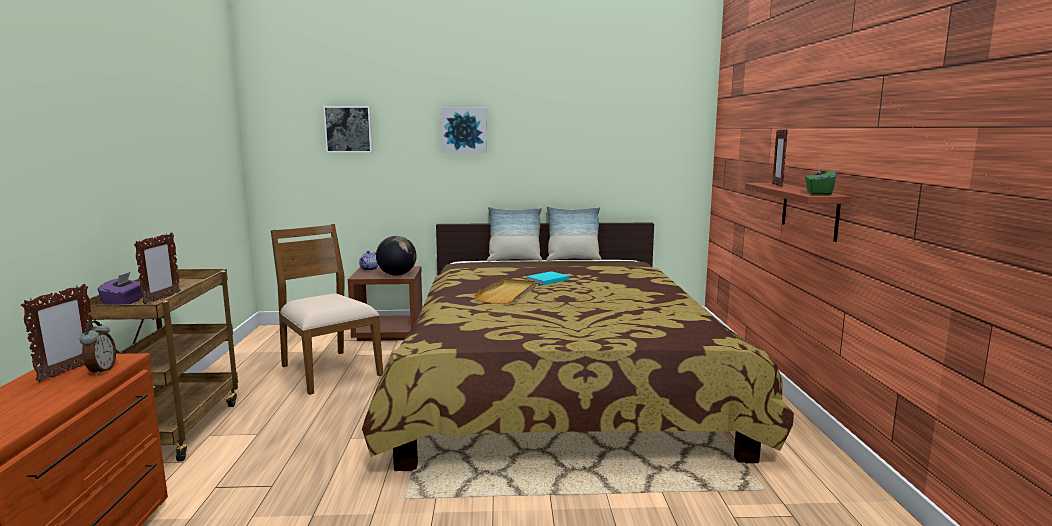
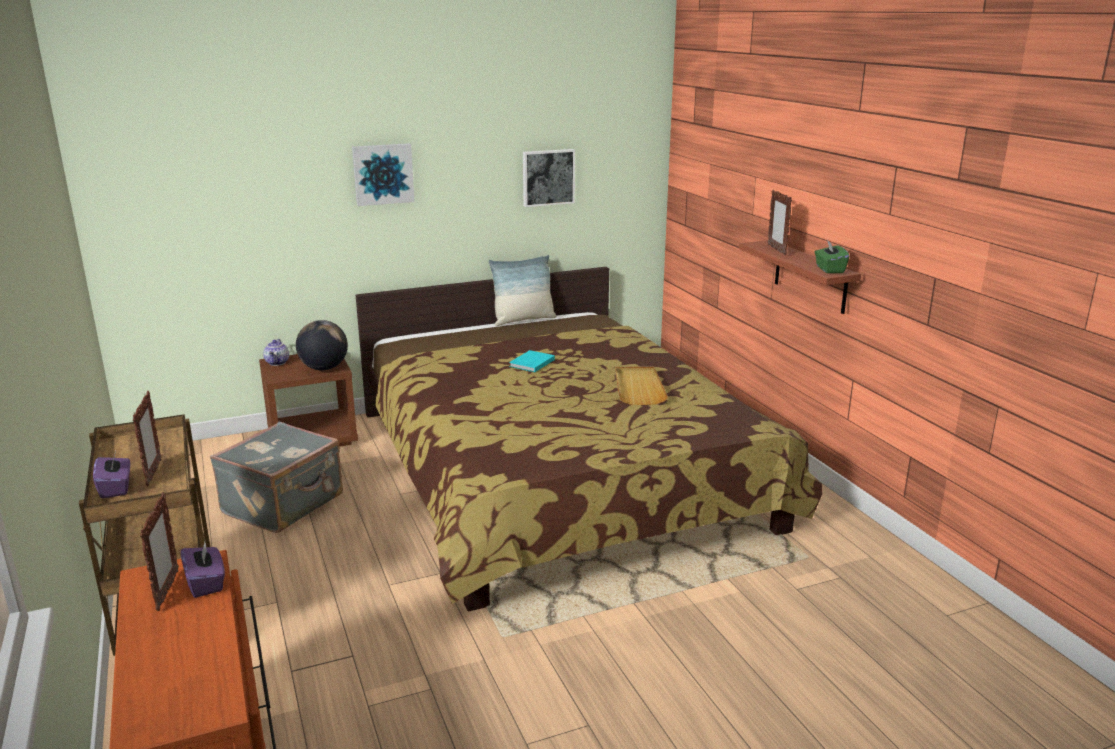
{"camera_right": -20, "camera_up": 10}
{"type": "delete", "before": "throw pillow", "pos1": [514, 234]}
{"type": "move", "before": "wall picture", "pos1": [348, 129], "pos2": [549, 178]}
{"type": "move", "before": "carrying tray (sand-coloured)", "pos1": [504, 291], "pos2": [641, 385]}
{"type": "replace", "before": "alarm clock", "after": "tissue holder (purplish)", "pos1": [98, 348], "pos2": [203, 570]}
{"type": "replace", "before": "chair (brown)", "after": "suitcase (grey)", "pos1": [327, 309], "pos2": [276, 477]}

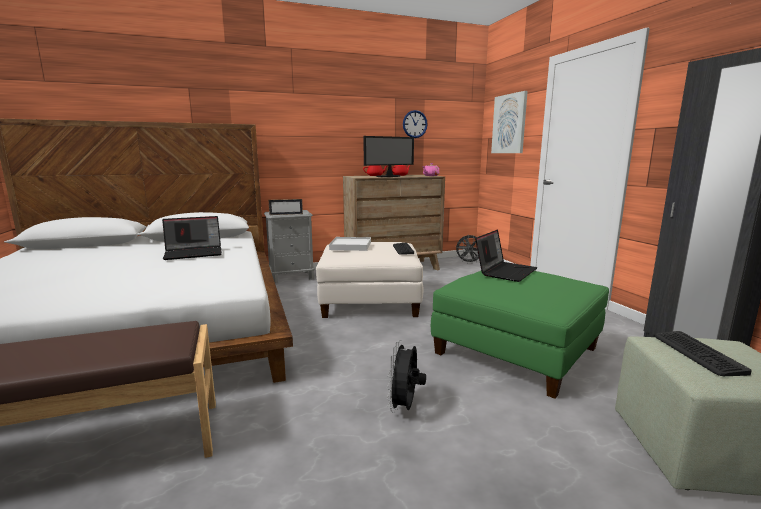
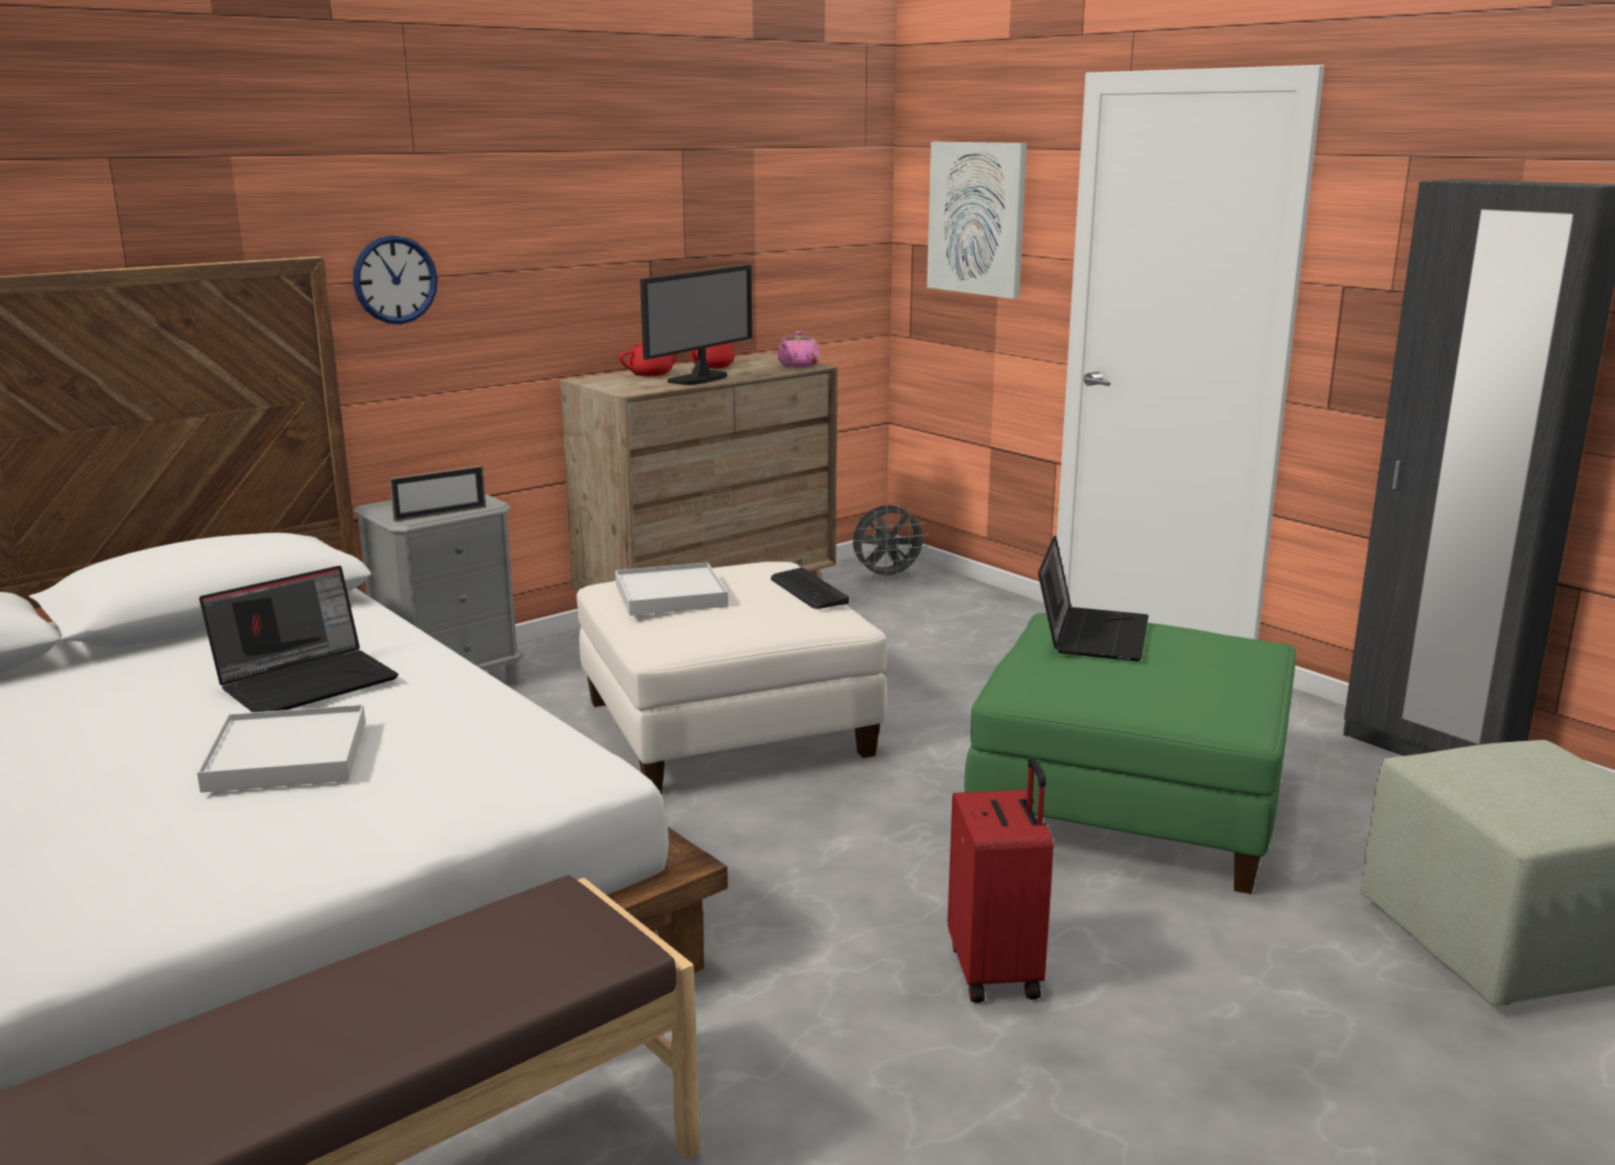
{"camera_right": -20, "camera_up": 5}
{"type": "delete", "before": "computer keyboard", "pos1": [703, 353]}
{"type": "insert", "after": "carrying tray (whitish)", "pos2": [281, 749]}
{"type": "move", "before": "wall clock", "pos1": [415, 124], "pos2": [395, 279]}
{"type": "replace", "before": "fan (black)", "after": "suitcase (reddish)", "pos1": [406, 376], "pos2": [1001, 880]}

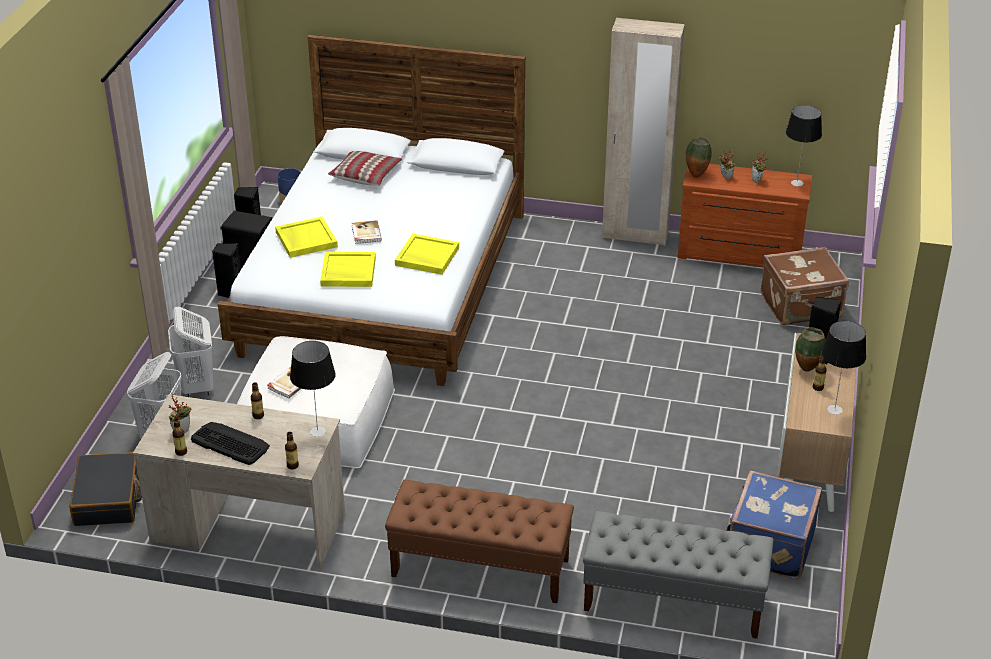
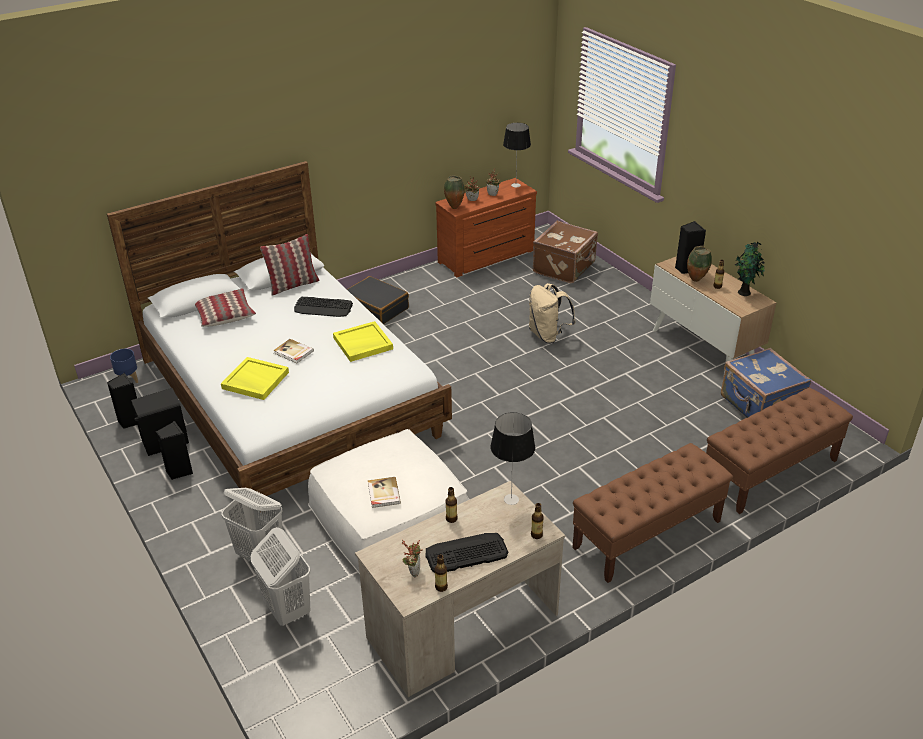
{"camera_right": -45, "camera_up": 0}
{"type": "delete", "before": "carrying tray (yellowish)", "pos1": [348, 269]}
{"type": "delete", "before": "armoire (sand-coloured)", "pos1": [643, 132]}
{"type": "insert", "after": "throw pillow", "pos2": [289, 264]}
{"type": "insert", "after": "computer keyboard", "pos2": [323, 307]}
{"type": "insert", "after": "knapsack (sand-coloured)", "pos2": [552, 313]}
{"type": "move", "before": "suitcase (black)", "pos1": [105, 489], "pos2": [378, 300]}
{"type": "replace", "before": "tabletop lamp", "after": "potted plant", "pos1": [844, 367], "pos2": [750, 269]}
{"type": "recolor", "before": "long seat (grey)", "after": "long seat (brown)", "pos1": [678, 575], "pos2": [779, 451]}

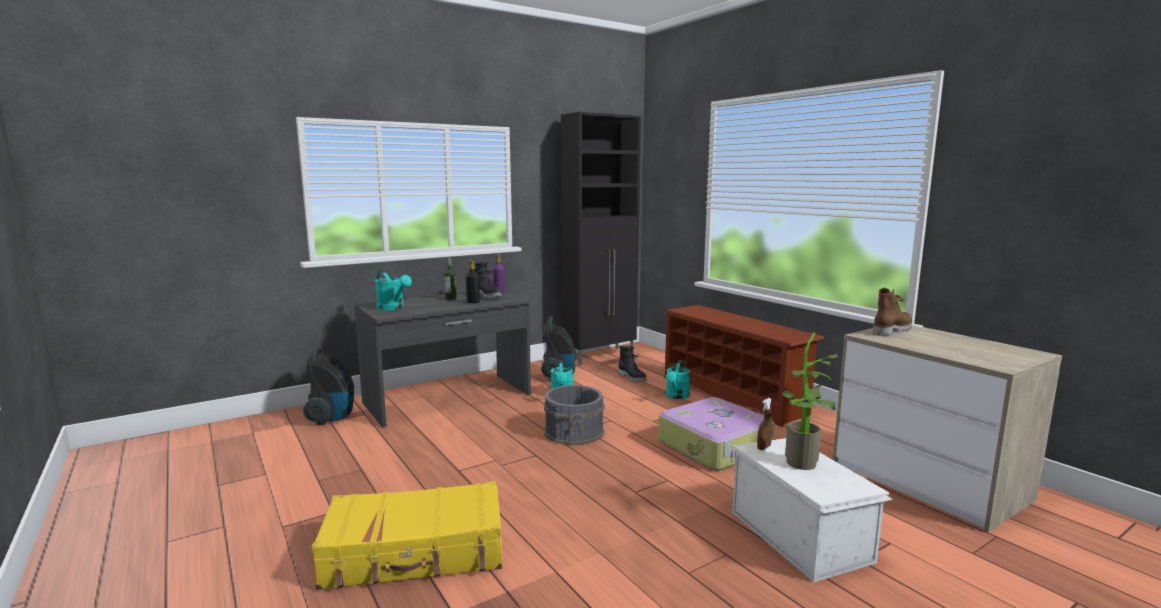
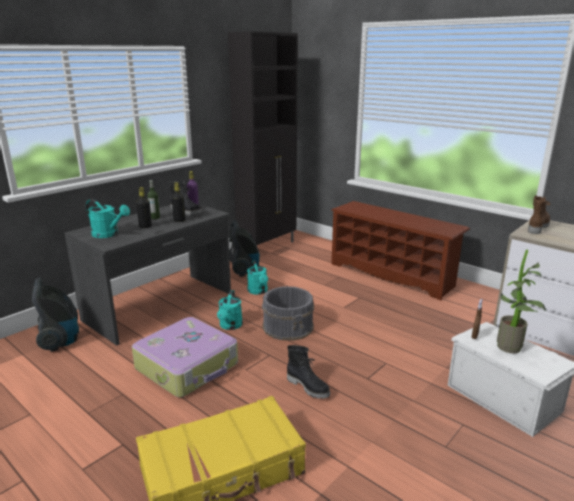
{"camera_right": -15, "camera_up": 10}
{"type": "insert", "after": "bottle (black)", "pos2": [144, 207]}
{"type": "move", "before": "high-top boot (black)", "pos1": [632, 364], "pos2": [308, 372]}
{"type": "move", "before": "suitcase", "pos1": [716, 433], "pos2": [185, 357]}
{"type": "move", "before": "sprinkling can (turquoise-coloured)", "pos1": [678, 379], "pos2": [230, 310]}

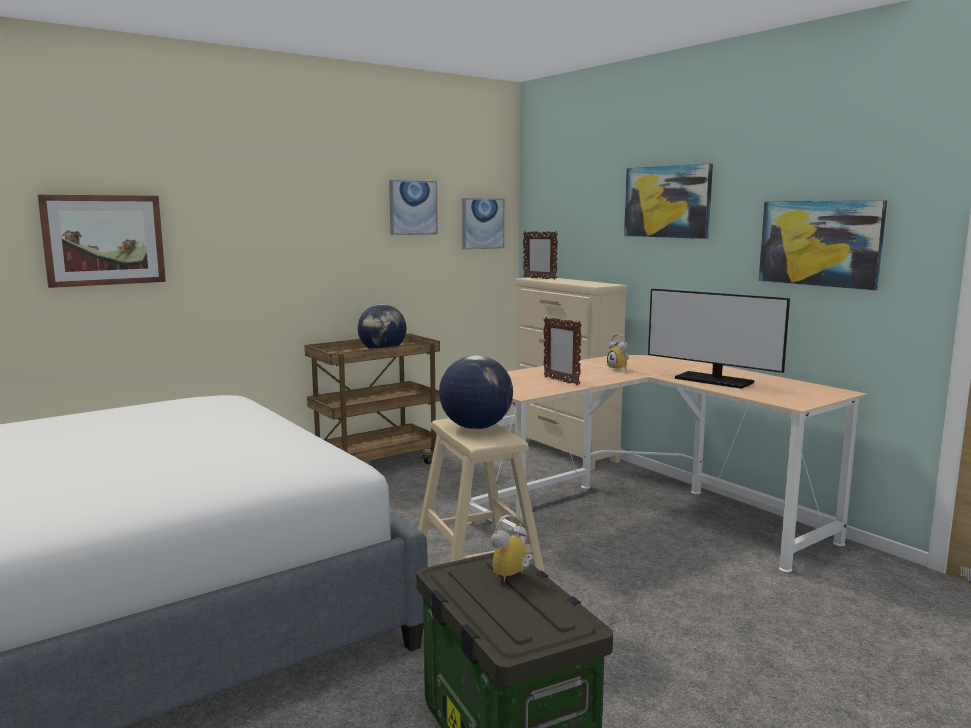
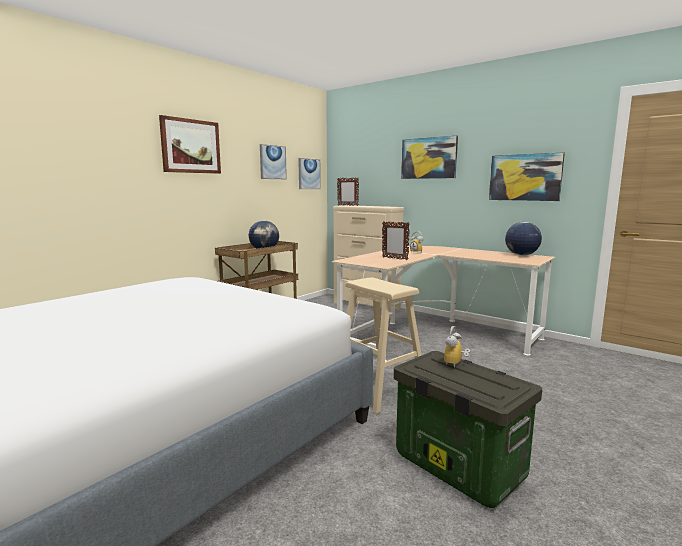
{"camera_right": -15, "camera_up": 0}
{"type": "delete", "before": "computer display", "pos1": [719, 339]}
{"type": "move", "before": "wall picture", "pos1": [102, 241], "pos2": [190, 144]}
{"type": "move", "before": "desk globe", "pos1": [476, 392], "pos2": [523, 239]}

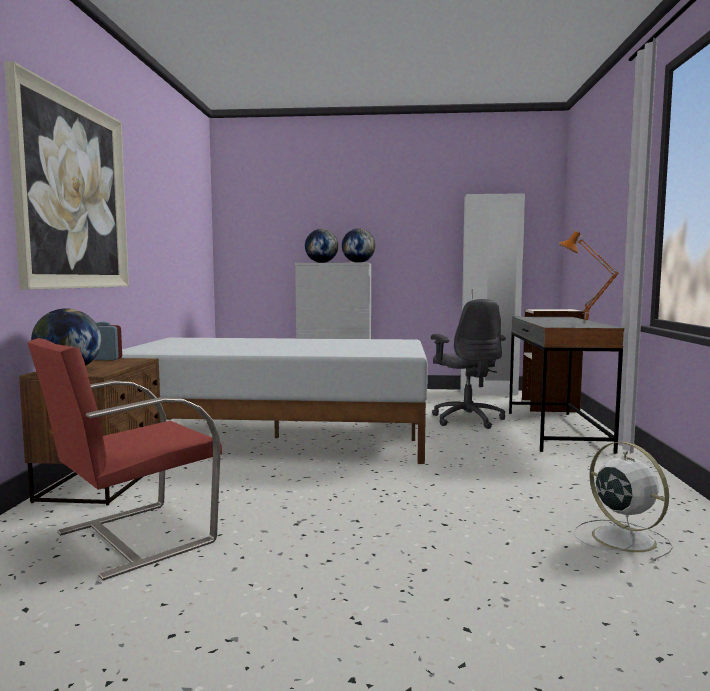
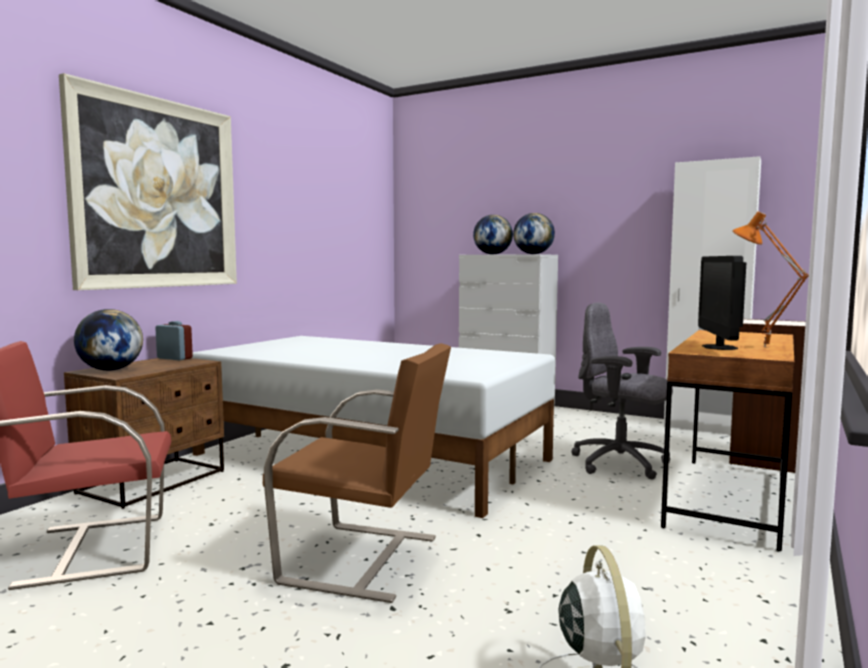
{"camera_right": 25, "camera_up": 0}
{"type": "insert", "after": "chair (brown)", "pos2": [357, 473]}
{"type": "insert", "after": "computer display", "pos2": [722, 303]}
{"type": "recolor", "before": "desk table (grey)", "after": "desk table (brown)", "pos1": [566, 385], "pos2": [727, 440]}
{"type": "rotate", "before": "computer chair (grey)", "pos1": [468, 364], "pos2": [622, 391], "turn": 120}

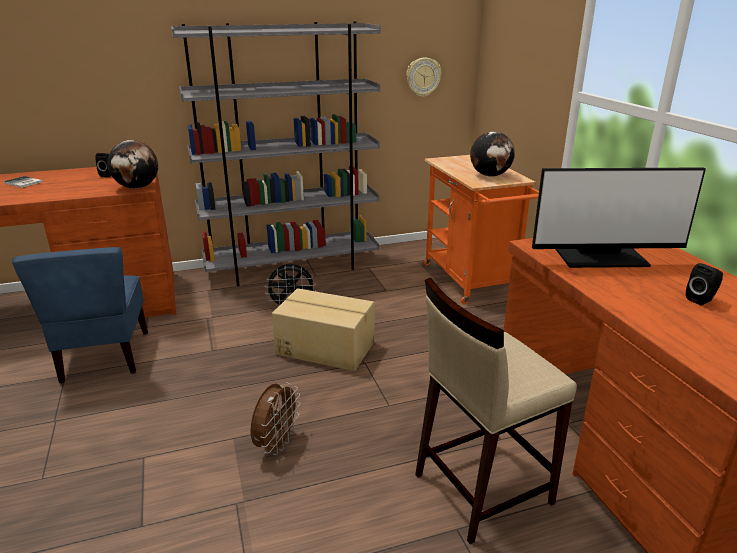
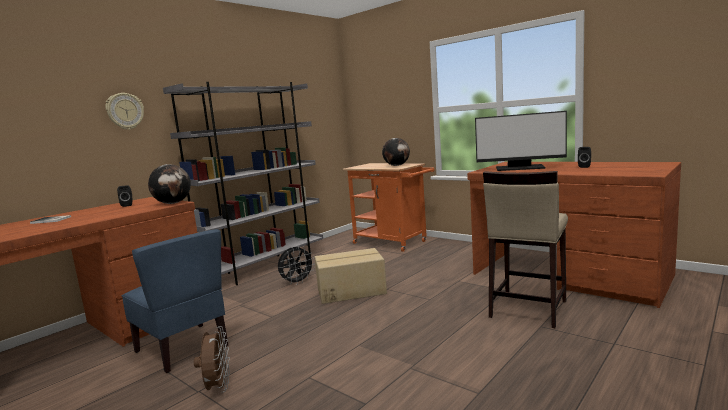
{"camera_right": -30, "camera_up": -15}
{"type": "move", "before": "fan (brown)", "pos1": [275, 418], "pos2": [212, 359]}
{"type": "move", "before": "wall clock", "pos1": [423, 77], "pos2": [124, 111]}
{"type": "rotate", "before": "computer display", "pos1": [619, 217], "pos2": [521, 141], "turn": 45}

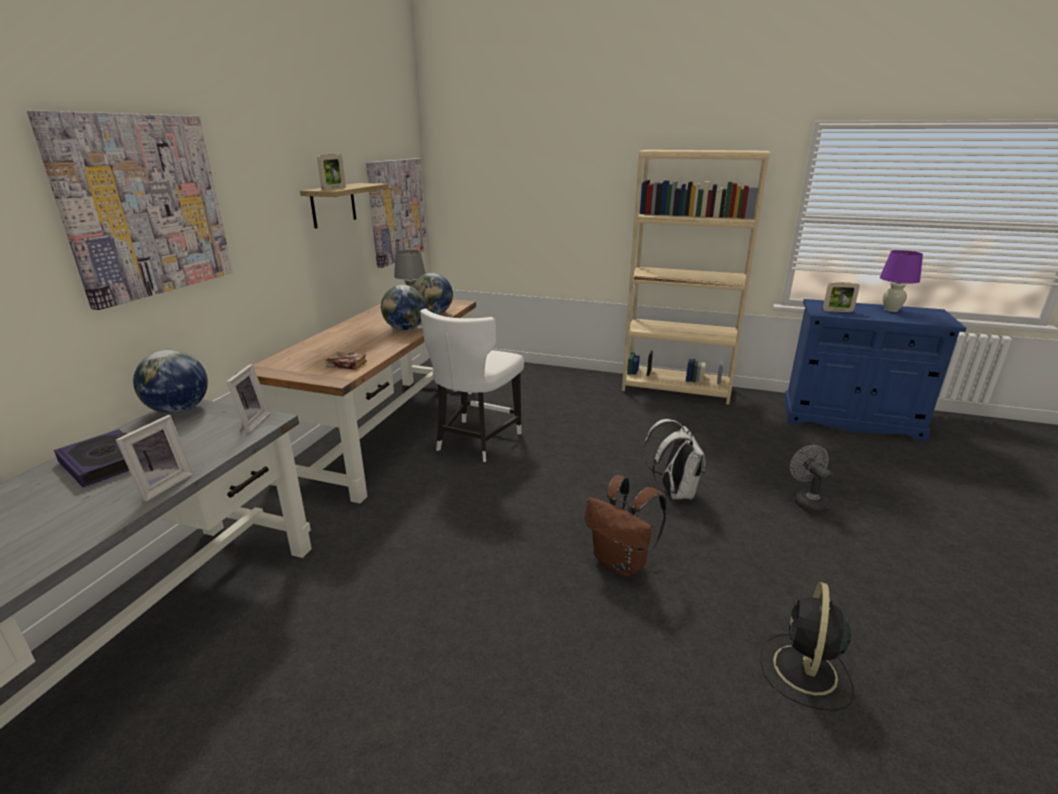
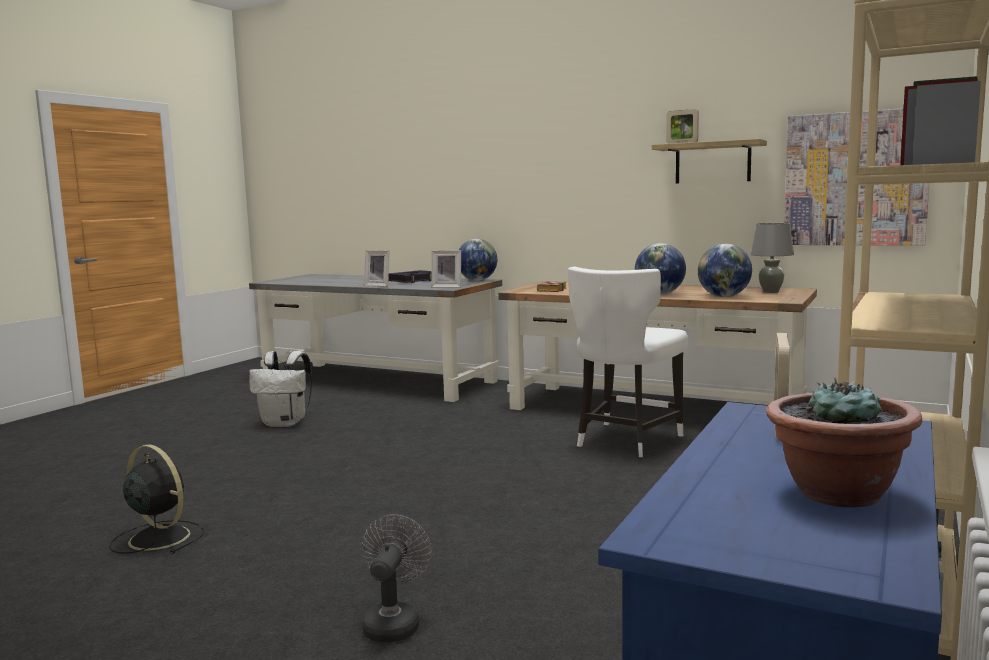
{"camera_right": 100, "camera_up": -15}
{"type": "delete", "before": "wall picture", "pos1": [130, 210]}
{"type": "delete", "before": "knapsack (brown)", "pos1": [626, 526]}
{"type": "move", "before": "knapsack (whitish)", "pos1": [674, 459], "pos2": [280, 389]}
{"type": "replace", "before": "tabletop lamp (purplish)", "after": "potted plant", "pos1": [901, 281], "pos2": [844, 442]}
{"type": "rotate", "before": "chair (whitish)", "pos1": [472, 385], "pos2": [628, 361], "turn": -90}
{"type": "rotate", "before": "fan (grey)", "pos1": [811, 479], "pos2": [397, 578], "turn": -75}

